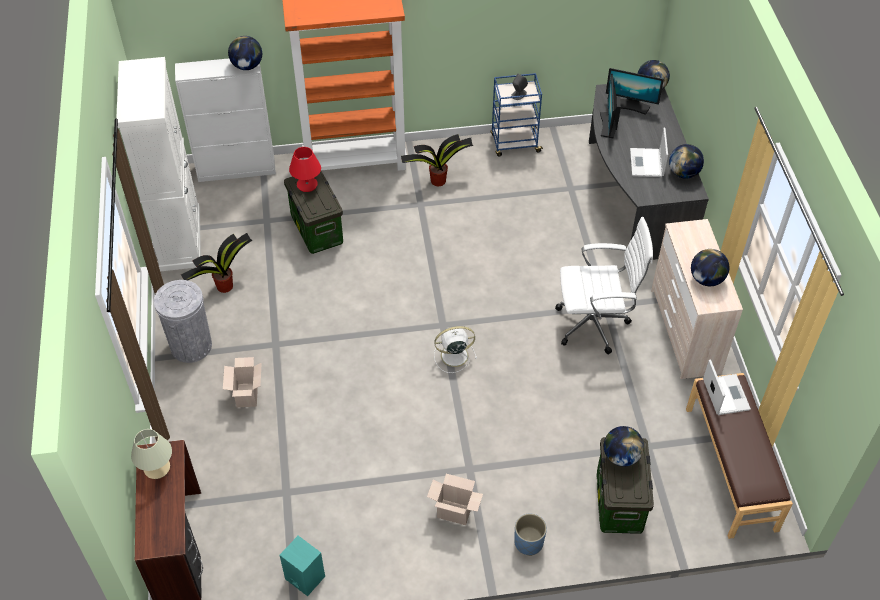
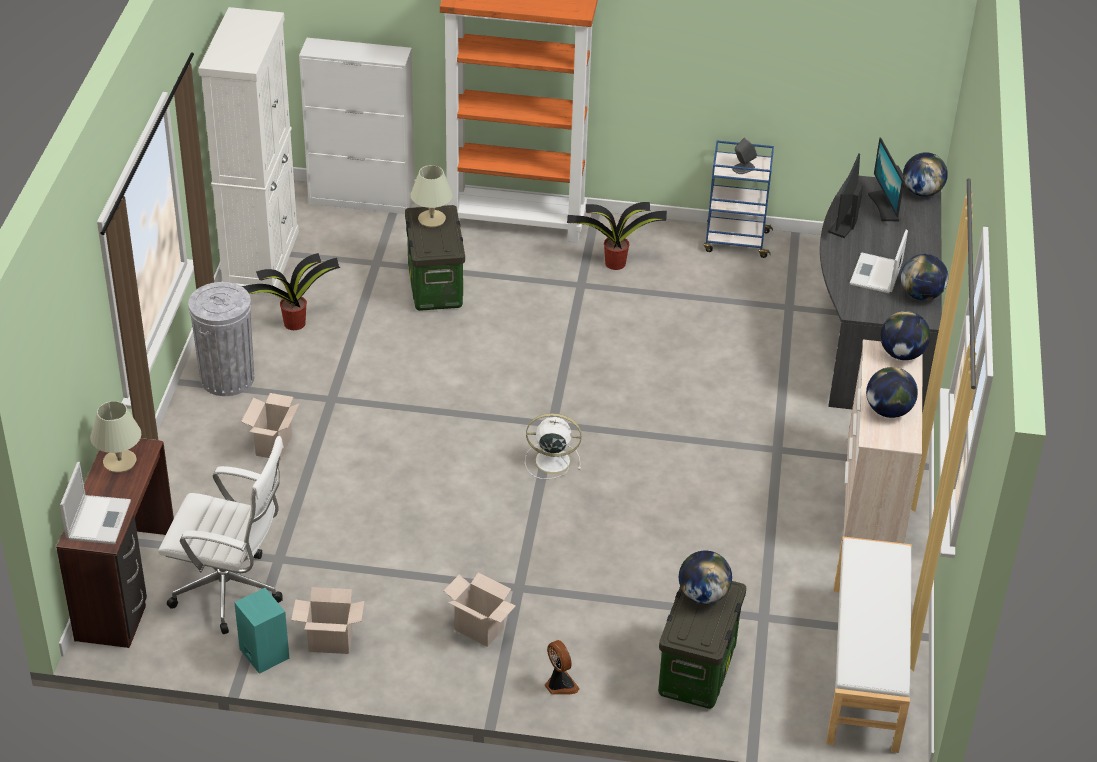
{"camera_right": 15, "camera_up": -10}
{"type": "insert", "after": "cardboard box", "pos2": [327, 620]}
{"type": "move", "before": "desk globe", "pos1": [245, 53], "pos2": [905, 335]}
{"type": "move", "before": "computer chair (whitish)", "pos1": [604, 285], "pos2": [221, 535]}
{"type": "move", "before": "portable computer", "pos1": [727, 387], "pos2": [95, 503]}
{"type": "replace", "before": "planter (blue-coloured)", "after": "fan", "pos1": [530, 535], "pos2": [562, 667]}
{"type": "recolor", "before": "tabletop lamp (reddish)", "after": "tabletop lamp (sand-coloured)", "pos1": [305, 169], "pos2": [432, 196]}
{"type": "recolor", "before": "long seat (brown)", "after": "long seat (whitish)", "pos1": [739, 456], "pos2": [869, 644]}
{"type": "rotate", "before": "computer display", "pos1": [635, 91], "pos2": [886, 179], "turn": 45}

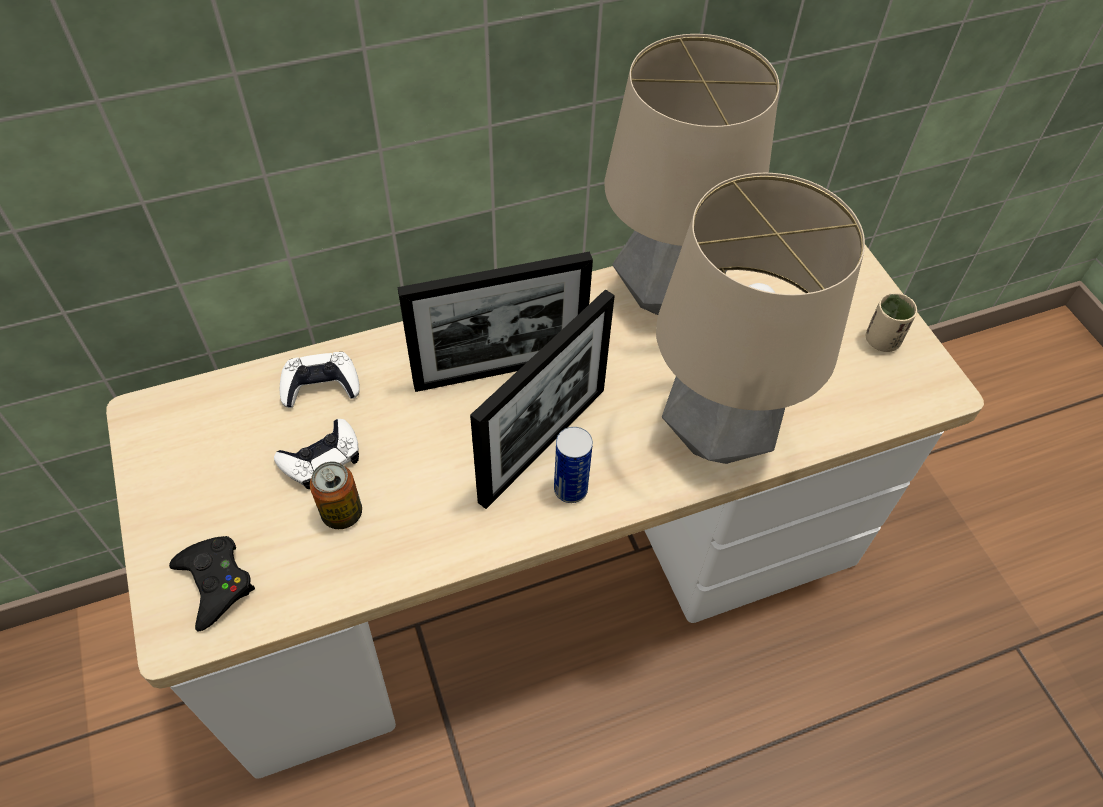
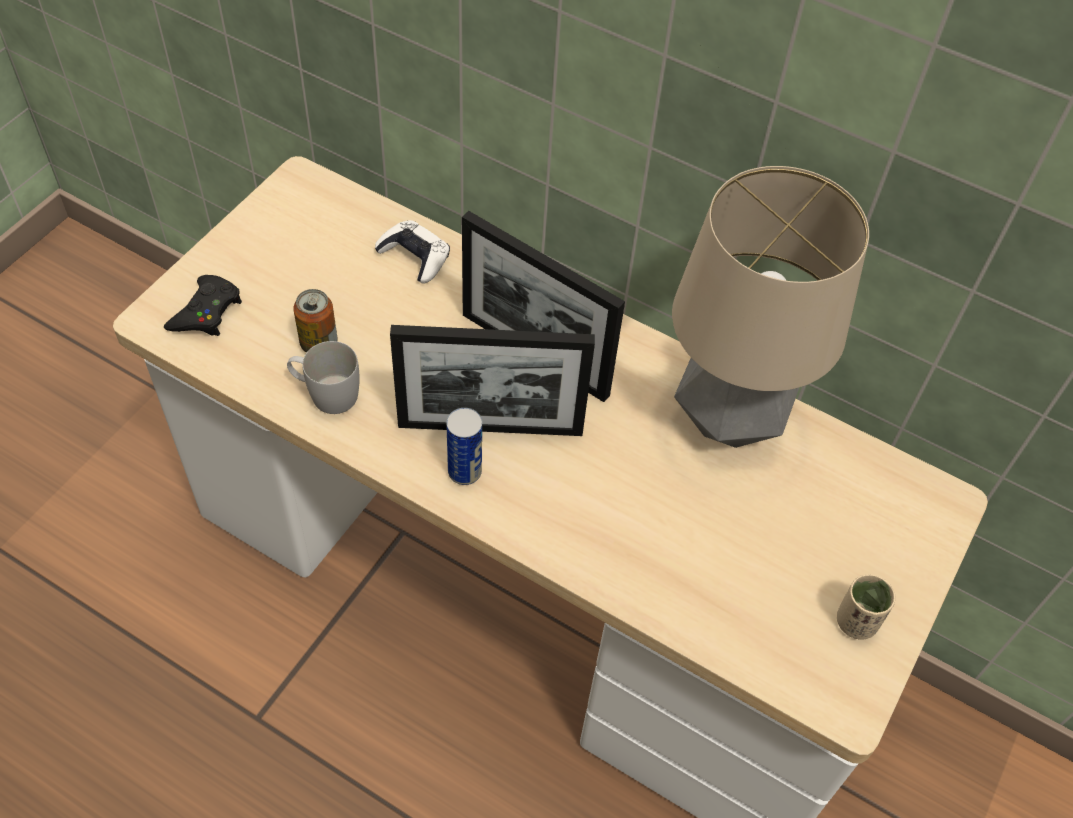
{"camera_right": 50, "camera_up": 0}
{"type": "delete", "before": "game controller (whitish)", "pos1": [316, 454]}
{"type": "delete", "before": "tabletop lamp", "pos1": [760, 318]}
{"type": "insert", "after": "tea mug (whitish)", "pos2": [323, 377]}

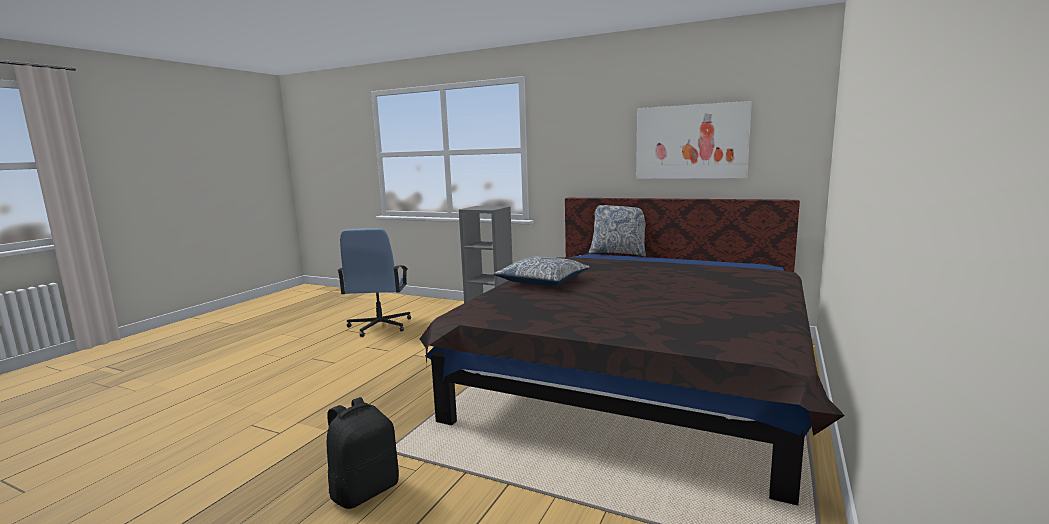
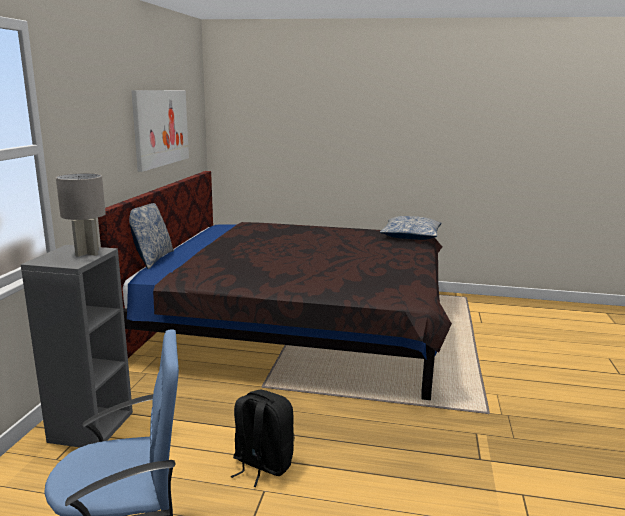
{"camera_right": -105, "camera_up": 5}
{"type": "insert", "after": "tabletop lamp (grey)", "pos2": [81, 215]}
{"type": "move", "before": "knapsack (black)", "pos1": [363, 453], "pos2": [262, 438]}
{"type": "move", "before": "throw pillow", "pos1": [541, 271], "pos2": [411, 228]}

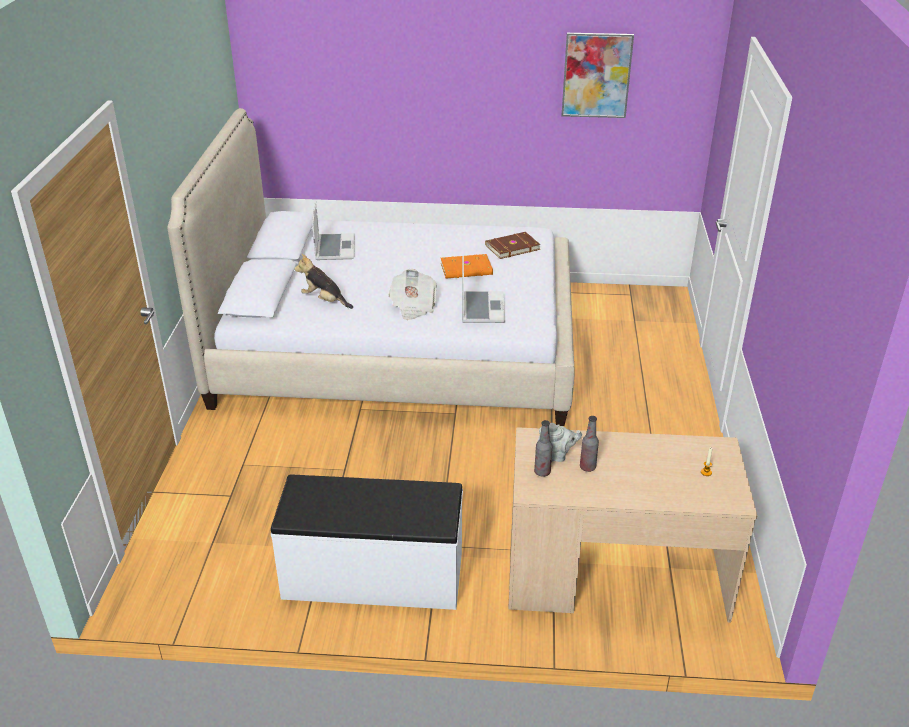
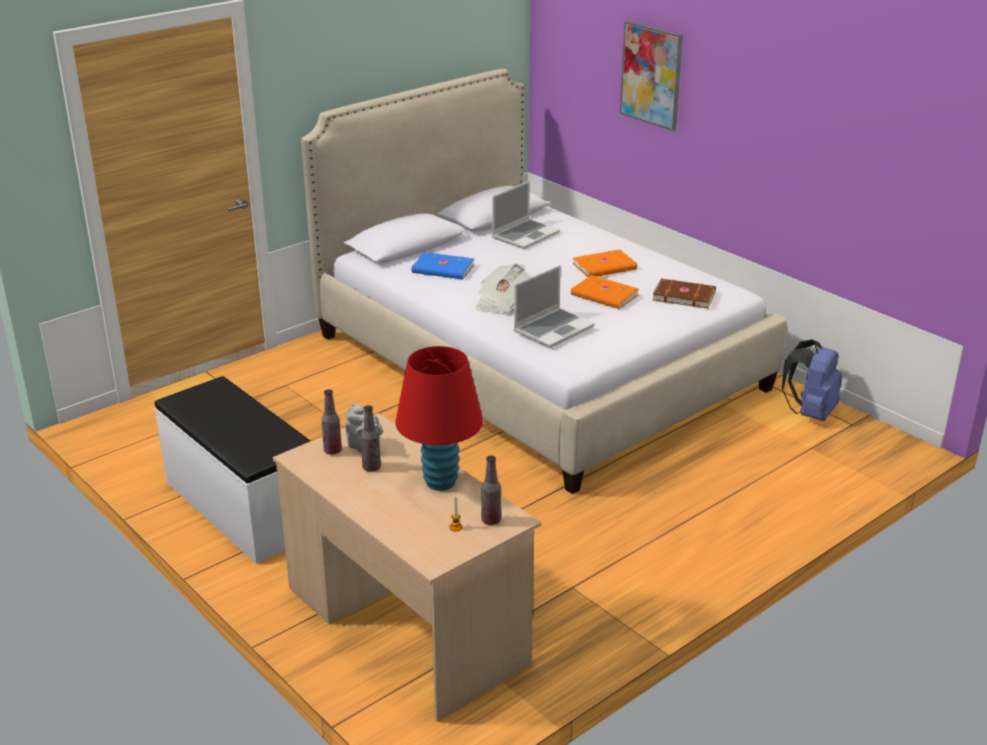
{"camera_right": 45, "camera_up": -5}
{"type": "insert", "after": "tabletop lamp (reddish)", "pos2": [439, 418]}
{"type": "insert", "after": "bottle", "pos2": [491, 490]}
{"type": "insert", "after": "book (orangey)", "pos2": [605, 263]}
{"type": "insert", "after": "knapsack (blue-coloured)", "pos2": [812, 380]}
{"type": "move", "before": "wall picture", "pos1": [598, 75], "pos2": [651, 76]}
{"type": "replace", "before": "soft toy", "after": "book (blue-coloured)", "pos1": [324, 281], "pos2": [443, 265]}

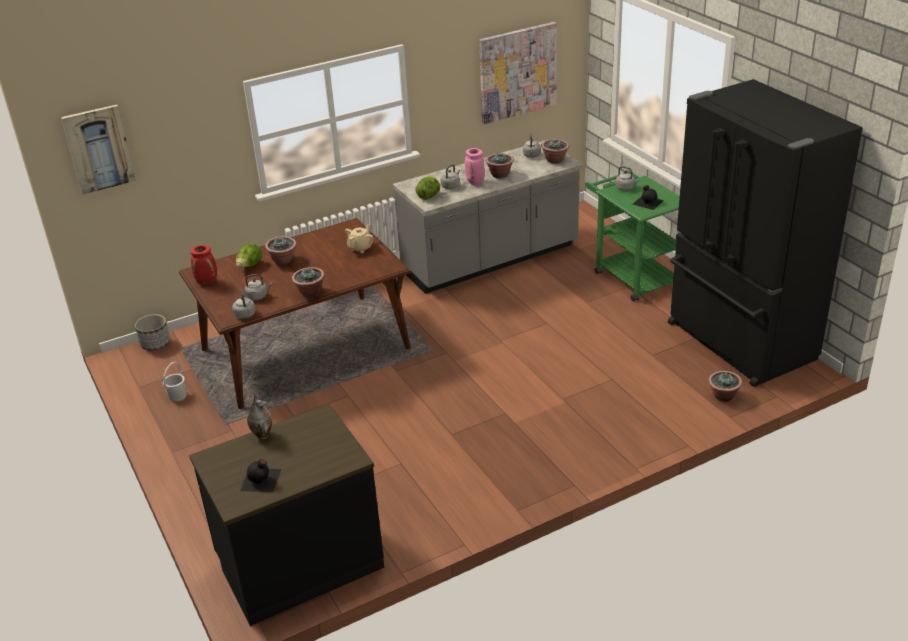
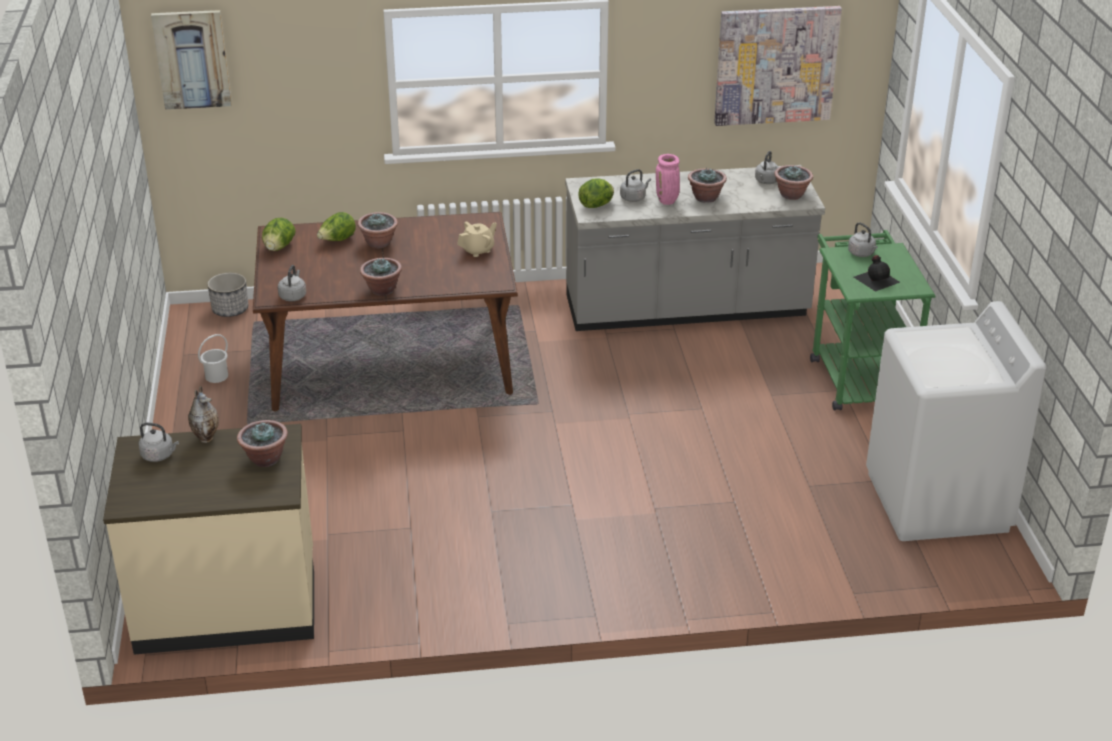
{"camera_right": 20, "camera_up": 0}
{"type": "delete", "before": "bottle (black)", "pos1": [261, 476]}
{"type": "move", "before": "tea kettle (grey)", "pos1": [258, 287], "pos2": [158, 442]}
{"type": "move", "before": "potted plant", "pos1": [725, 386], "pos2": [262, 443]}
{"type": "replace", "before": "flower vase (reddish)", "after": "lettuce", "pos1": [203, 265], "pos2": [279, 234]}
{"type": "replace", "before": "refrigerator (black)", "after": "washing machine (whitish)", "pos1": [765, 233], "pos2": [956, 421]}
{"type": "recolor", "before": "kitchen base unit (black)", "after": "kitchen base unit (sand-coloured)", "pos1": [286, 515], "pos2": [208, 539]}

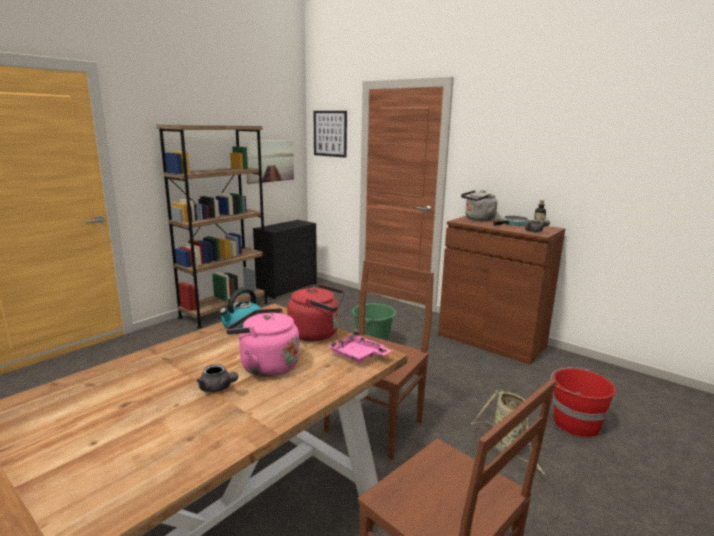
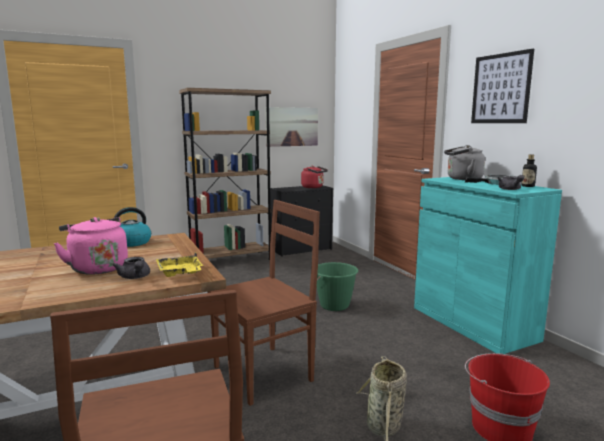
{"camera_right": 25, "camera_up": -5}
{"type": "move", "before": "tea pot (grey)", "pos1": [217, 378], "pos2": [131, 268]}
{"type": "move", "before": "tea kettle (reddish)", "pos1": [316, 313], "pos2": [314, 177]}
{"type": "move", "before": "wall picture", "pos1": [330, 134], "pos2": [502, 86]}
{"type": "recolor", "before": "carrying tray (pink)", "after": "carrying tray (yellowish)", "pos1": [360, 346], "pos2": [179, 264]}
{"type": "recolor", "before": "storage cabinet (brown)", "after": "storage cabinet (turquoise-coloured)", "pos1": [501, 290], "pos2": [488, 265]}

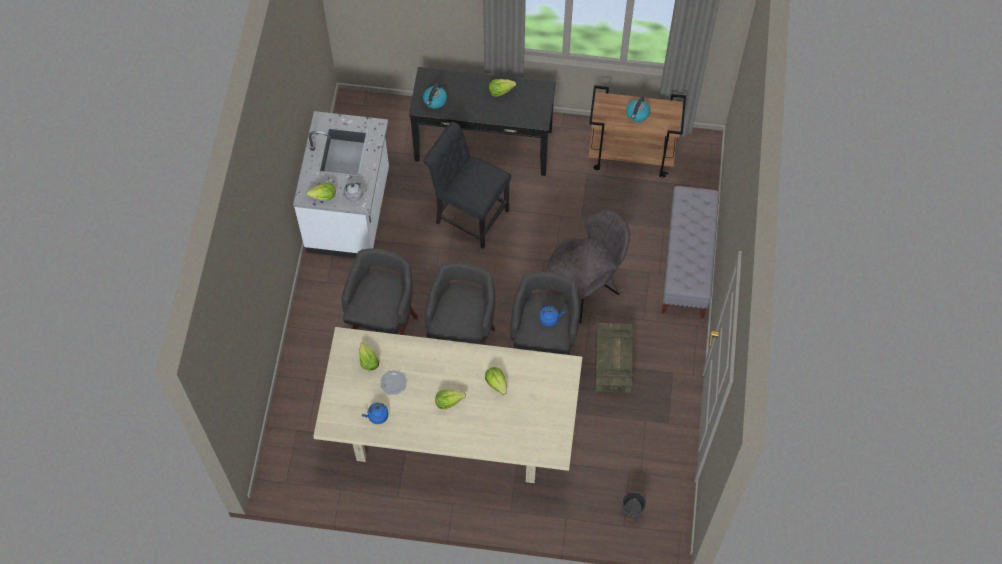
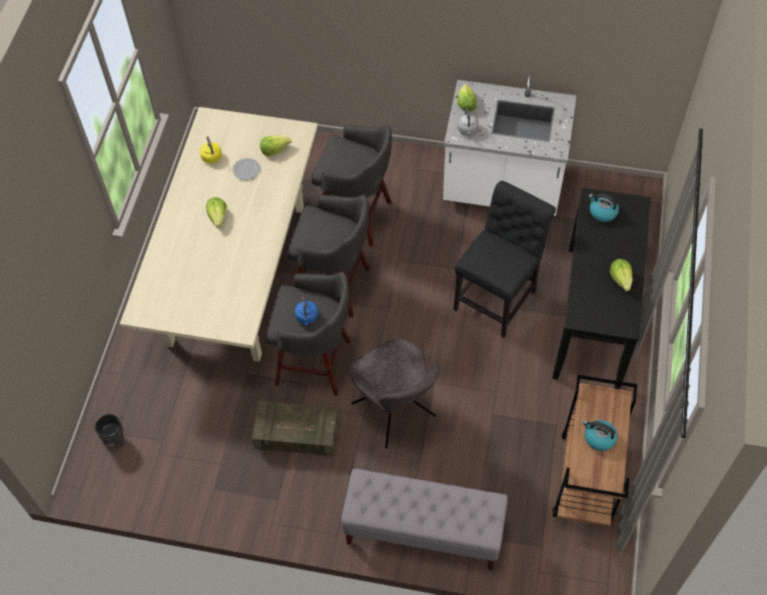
{"camera_right": 95, "camera_up": -5}
{"type": "delete", "before": "lettuce", "pos1": [496, 381]}
{"type": "recolor", "before": "tea kettle (blue-coloured)", "after": "tea kettle (yellowish)", "pos1": [375, 413], "pos2": [211, 149]}

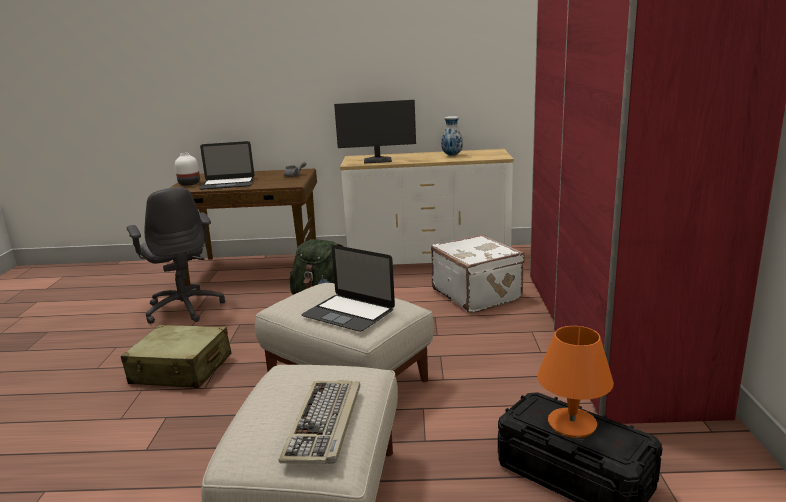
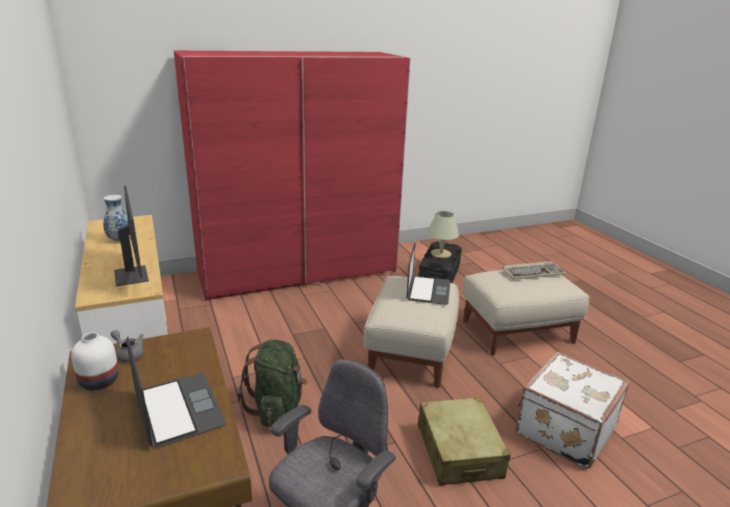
{"camera_right": -115, "camera_up": 5}
{"type": "move", "before": "flower vase (whitish)", "pos1": [187, 169], "pos2": [95, 362]}
{"type": "move", "before": "suitcase (whitish)", "pos1": [478, 273], "pos2": [572, 410]}
{"type": "recolor", "before": "tabletop lamp (orangey)", "after": "tabletop lamp (sand-coloured)", "pos1": [575, 382], "pos2": [443, 235]}

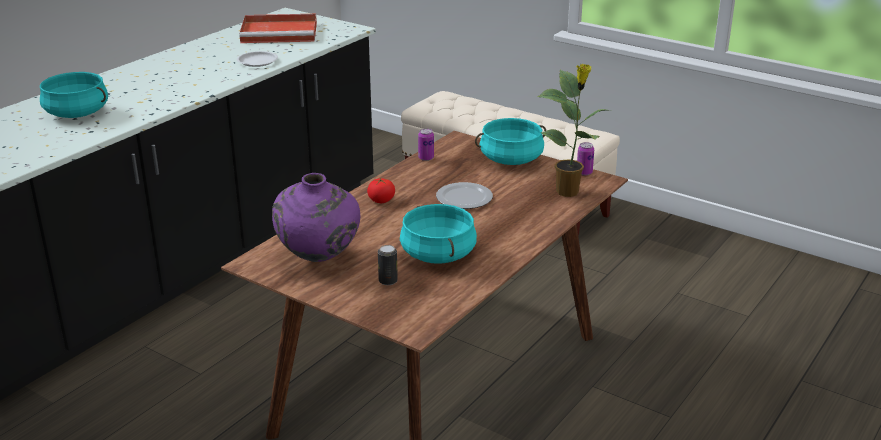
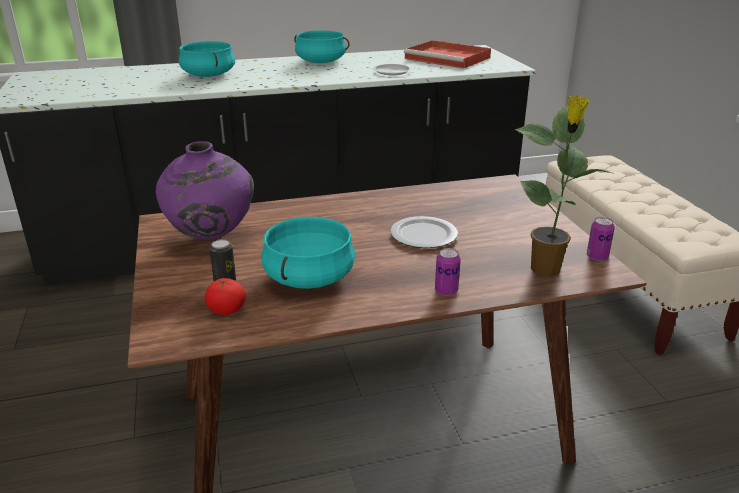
{"camera_right": 40, "camera_up": 0}
{"type": "move", "before": "tomato", "pos1": [381, 190], "pos2": [225, 296]}
{"type": "move", "before": "can", "pos1": [426, 144], "pos2": [448, 272]}
{"type": "move", "before": "saucepot (turquoise-coloured)", "pos1": [510, 141], "pos2": [322, 46]}

